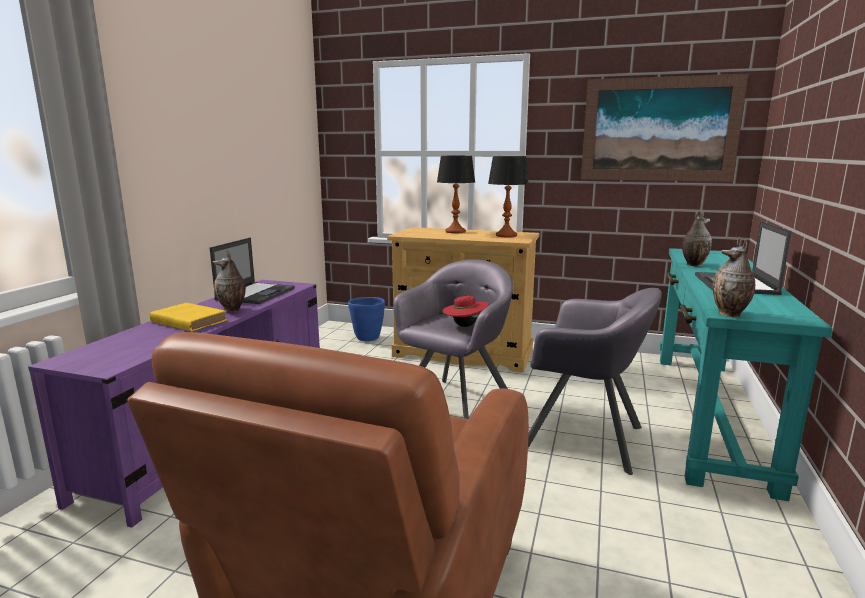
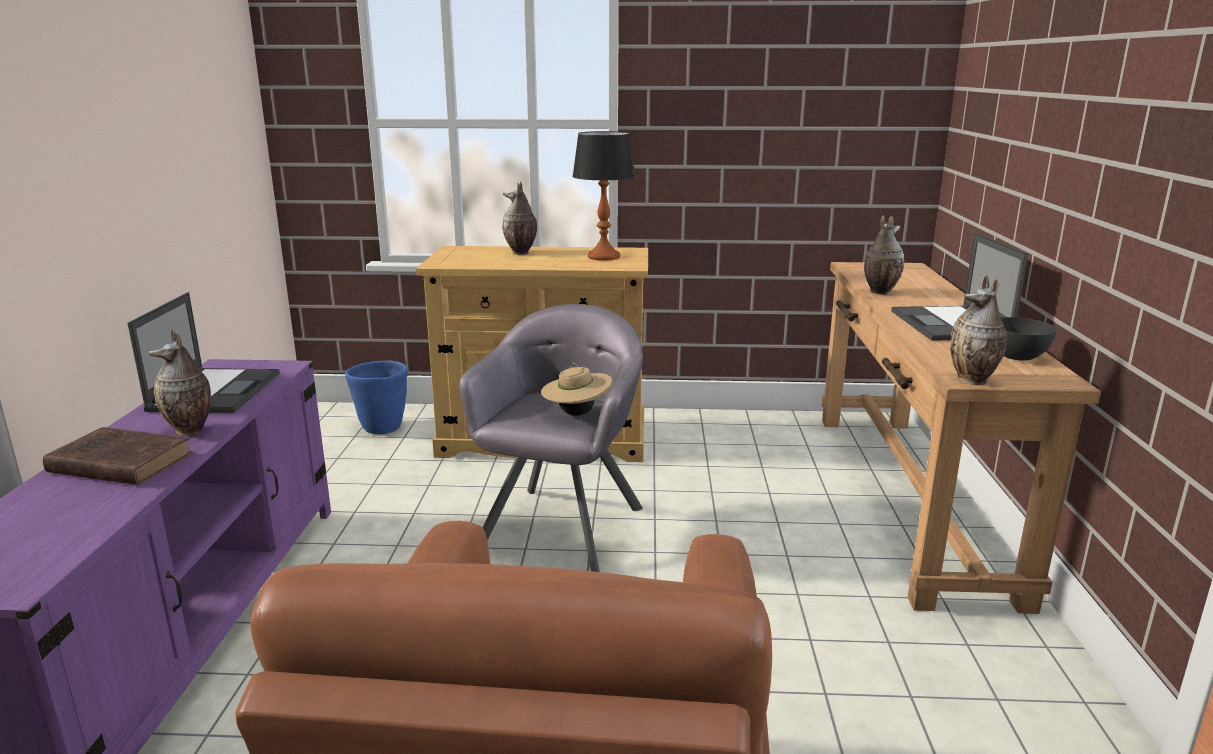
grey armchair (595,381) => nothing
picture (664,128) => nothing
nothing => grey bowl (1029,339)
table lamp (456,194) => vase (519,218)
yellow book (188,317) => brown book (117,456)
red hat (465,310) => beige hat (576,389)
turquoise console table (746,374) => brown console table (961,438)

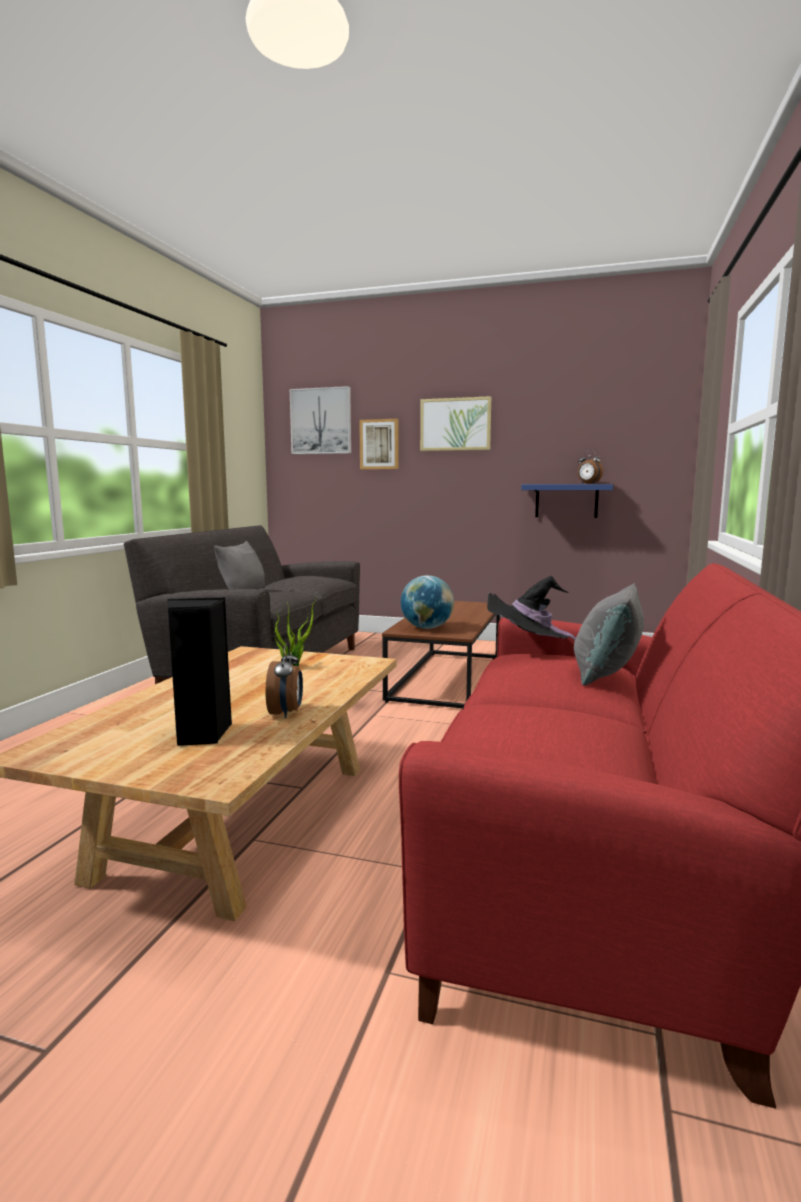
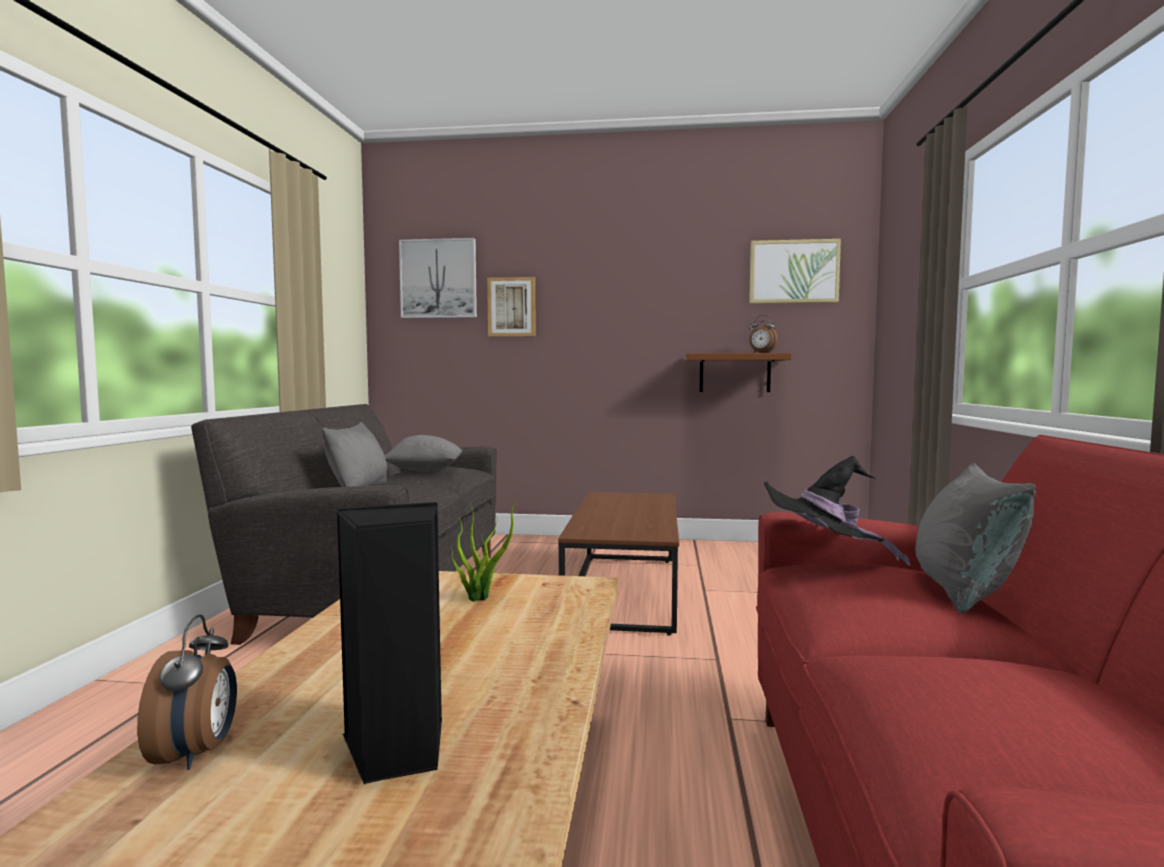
globe (427,602) => nothing
nothing => grey pillow (424,453)
alarm clock (284,680) => alarm clock (187,692), move
picture (455,423) => picture (795,271), move
blue shelf (567,501) => brown shelf (739,372)

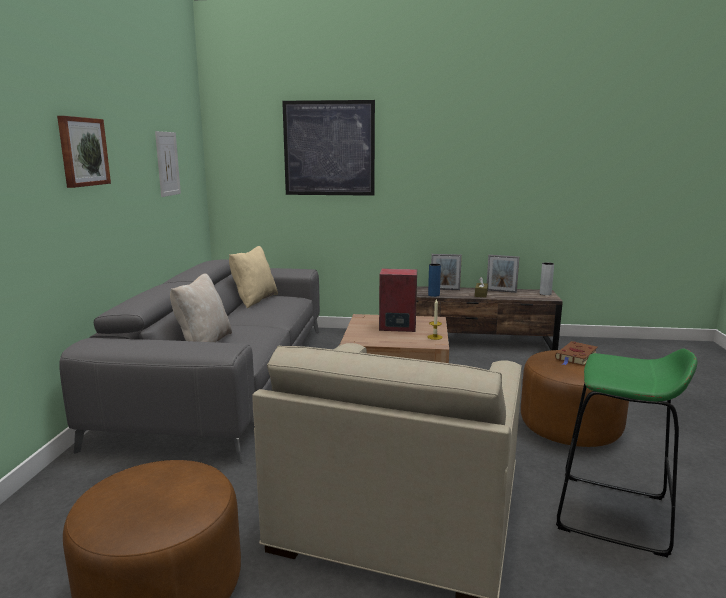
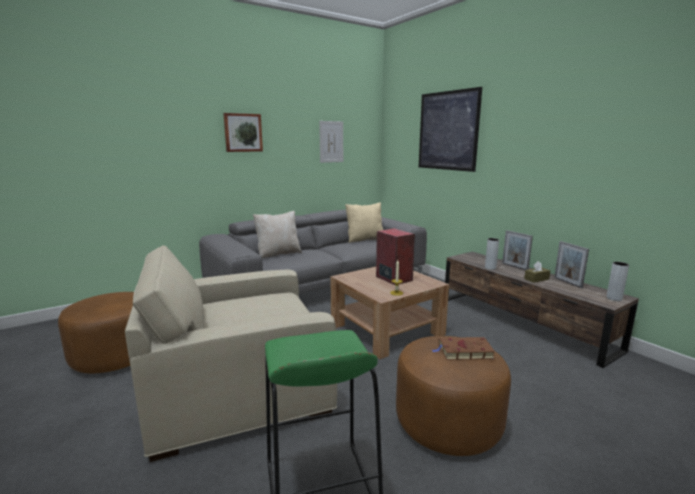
blue vase (434,280) => grey vase (492,254)

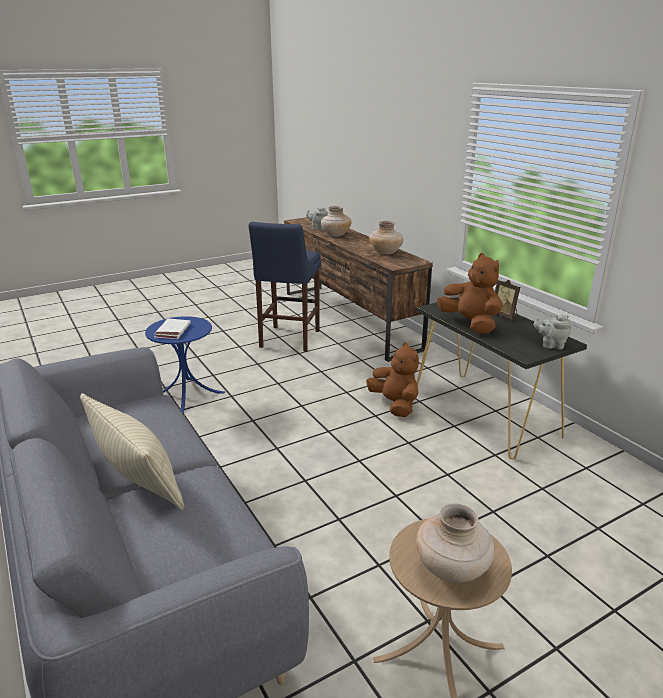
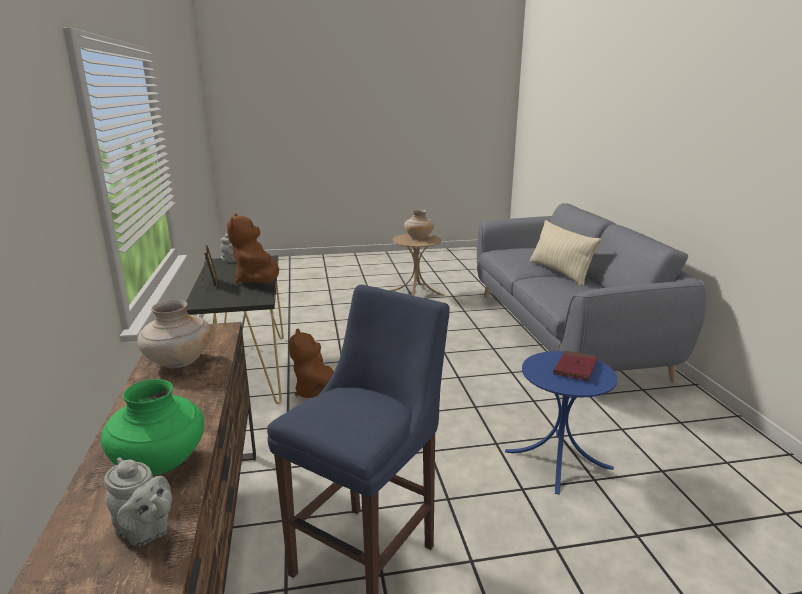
white book (172,328) => red book (575,366)
beige vase (336,221) => green vase (152,427)

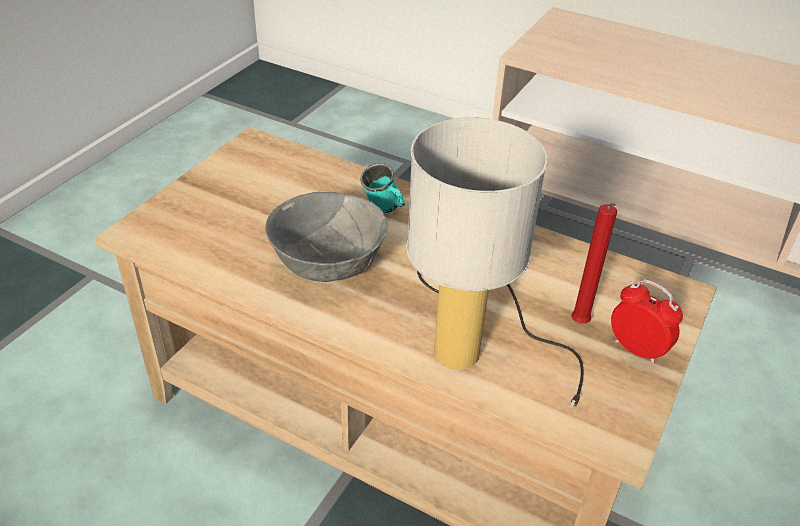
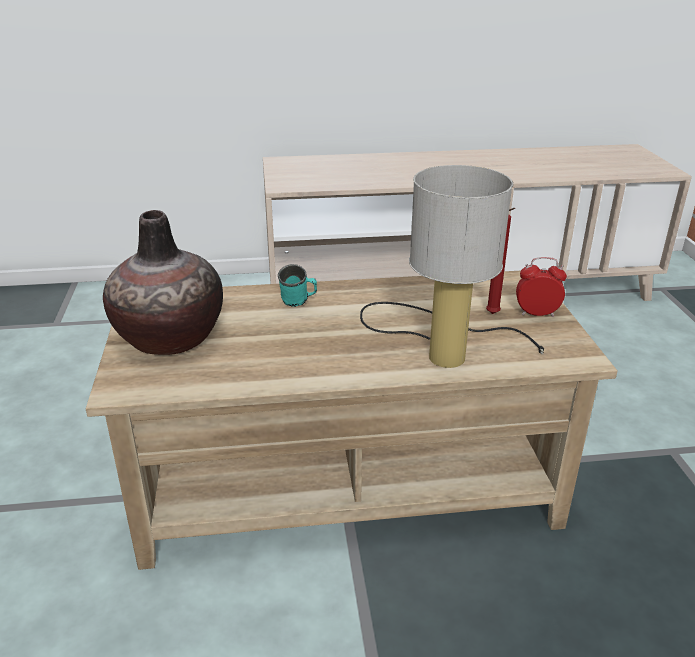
grey bowl (326,237) => nothing
nothing => vase (163,282)

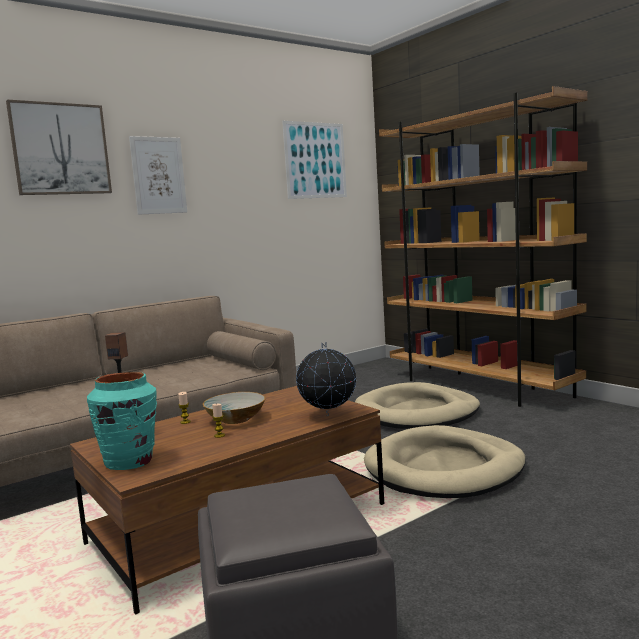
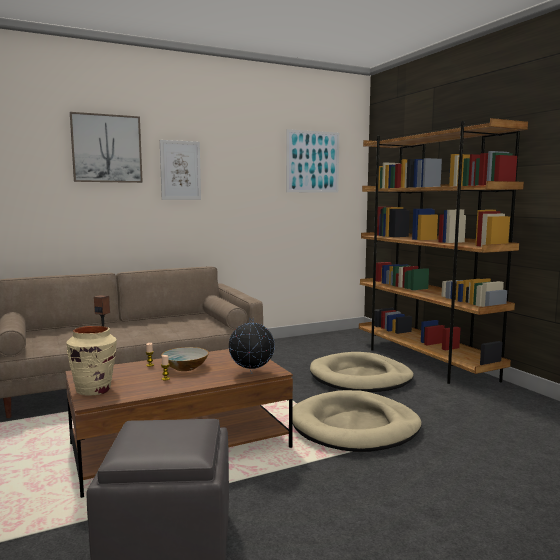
turquoise vase (122,421) => beige vase (91,360)

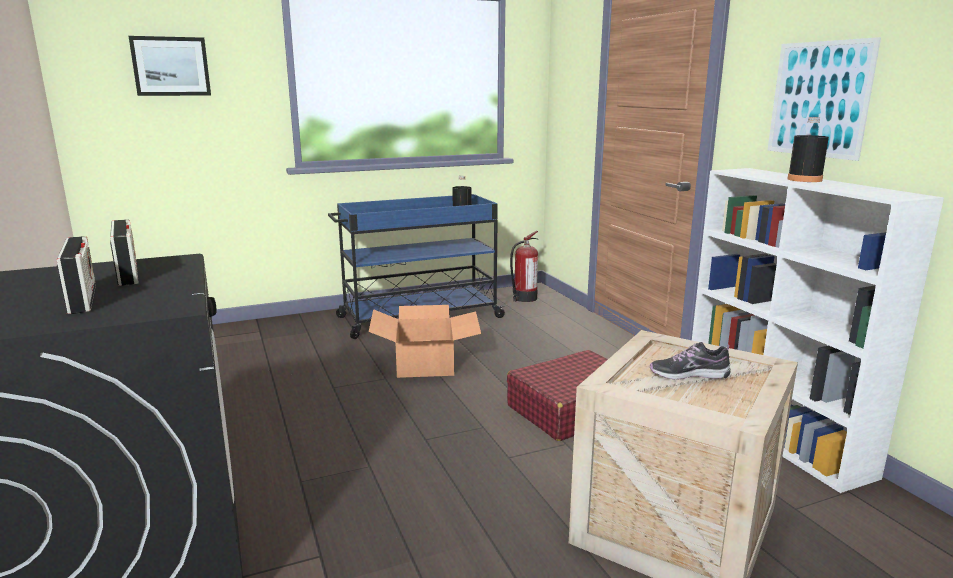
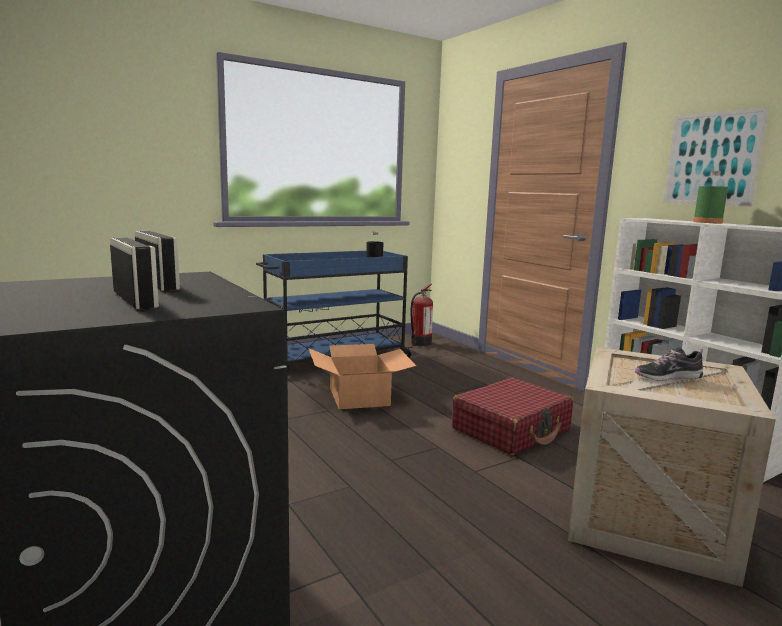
picture (170,66) => nothing
black bottle (808,149) => green bottle (710,197)

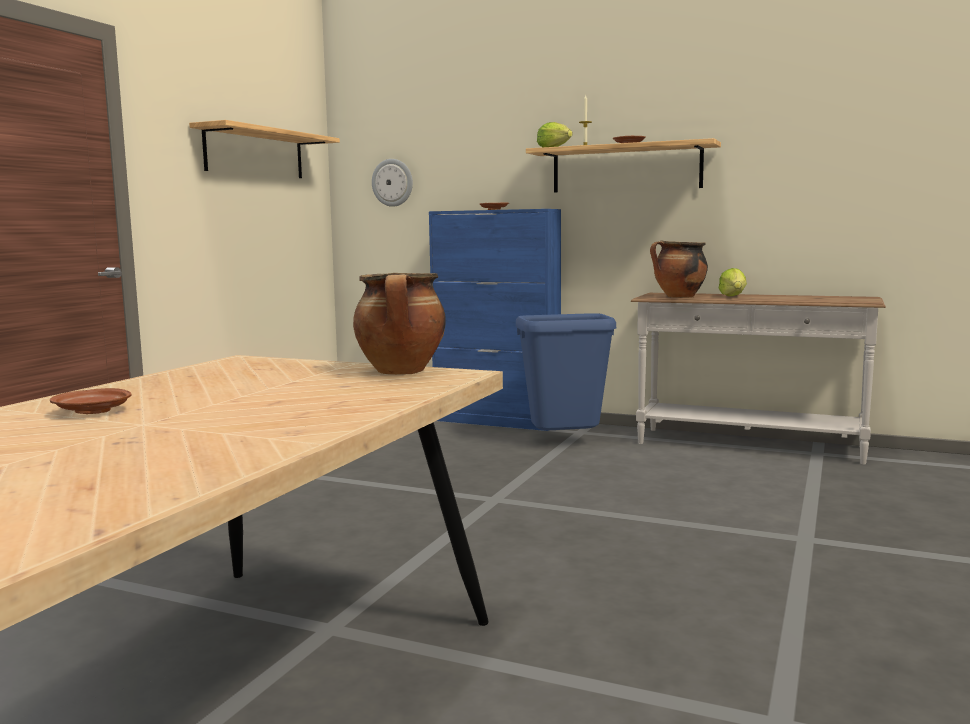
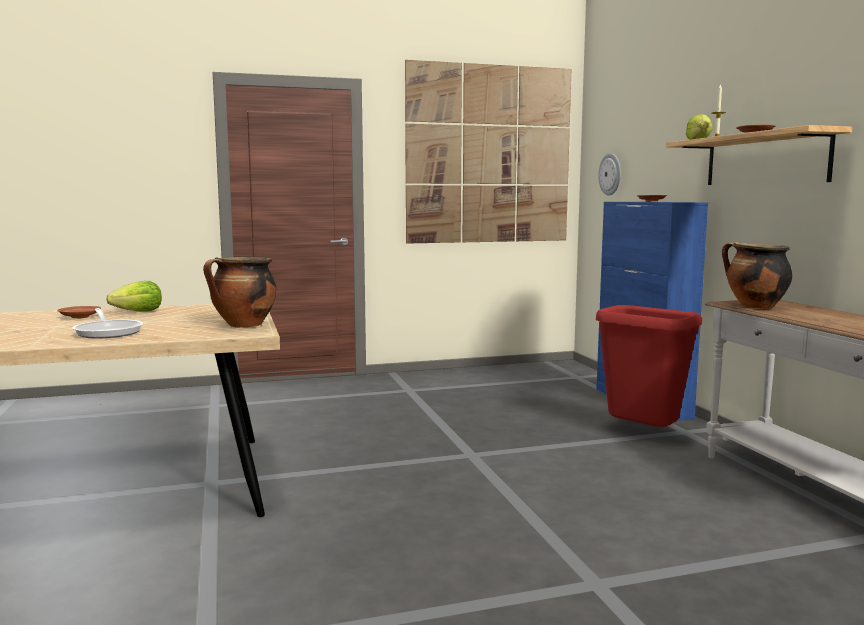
nothing => frying pan (108,323)
lettuce (733,282) => lettuce (134,296), move
shelf (264,149) => picture (488,152)
blue trash can (566,371) => red trash can (649,366)

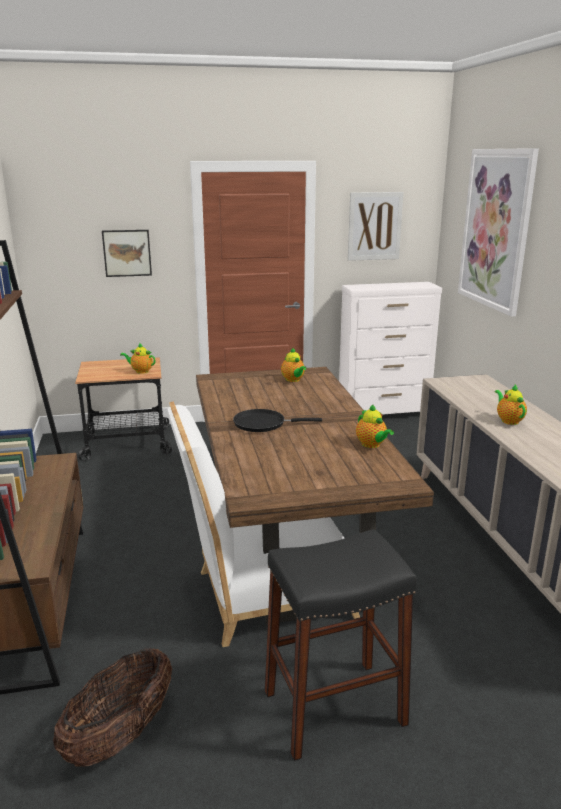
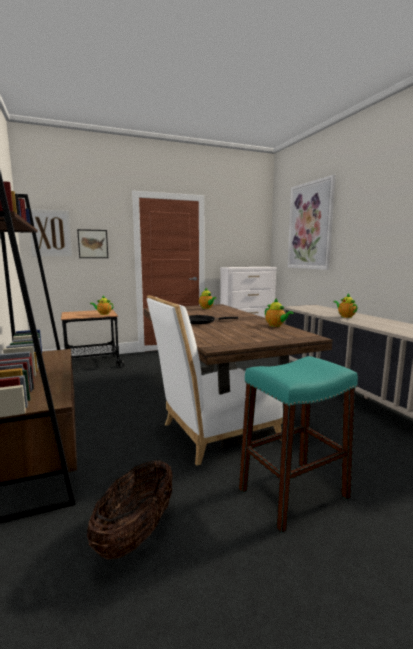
picture (375,226) => picture (51,232), move
black stool (341,645) => turquoise stool (298,444)

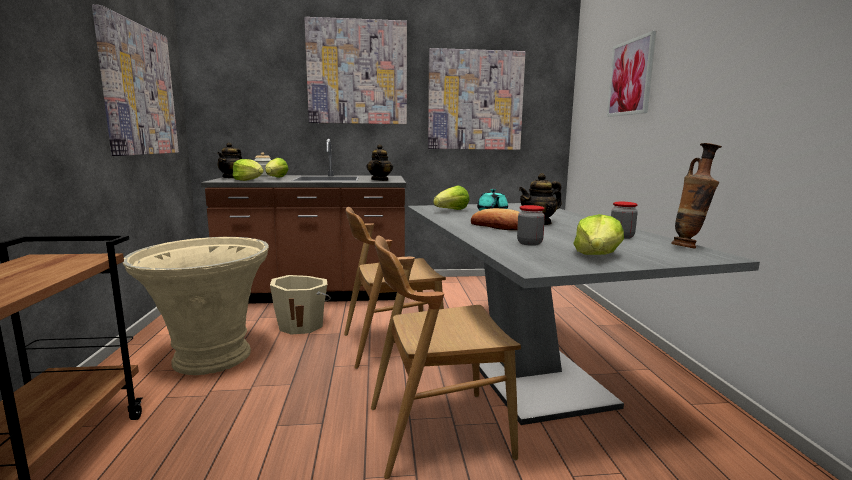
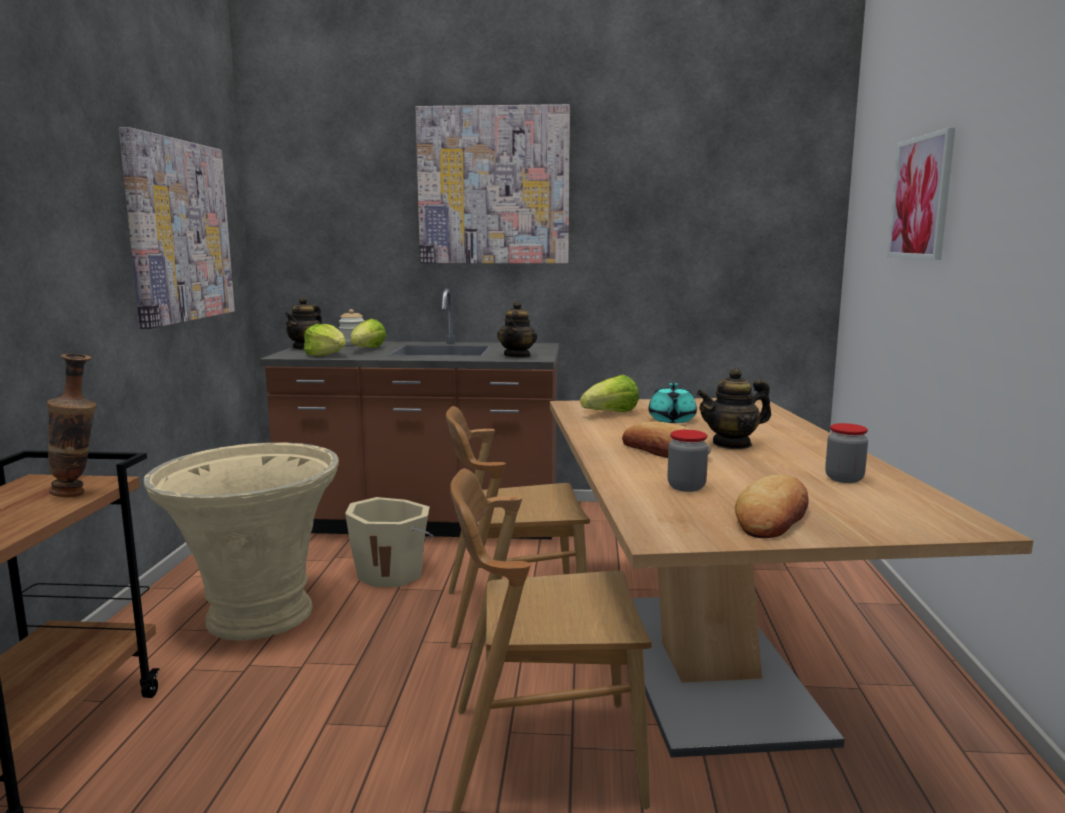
picture (477,99) => nothing
vase (696,195) => vase (72,425), move
lettuce (599,234) => bread (771,506)
grey dining table (583,314) => brown dining table (791,578)

